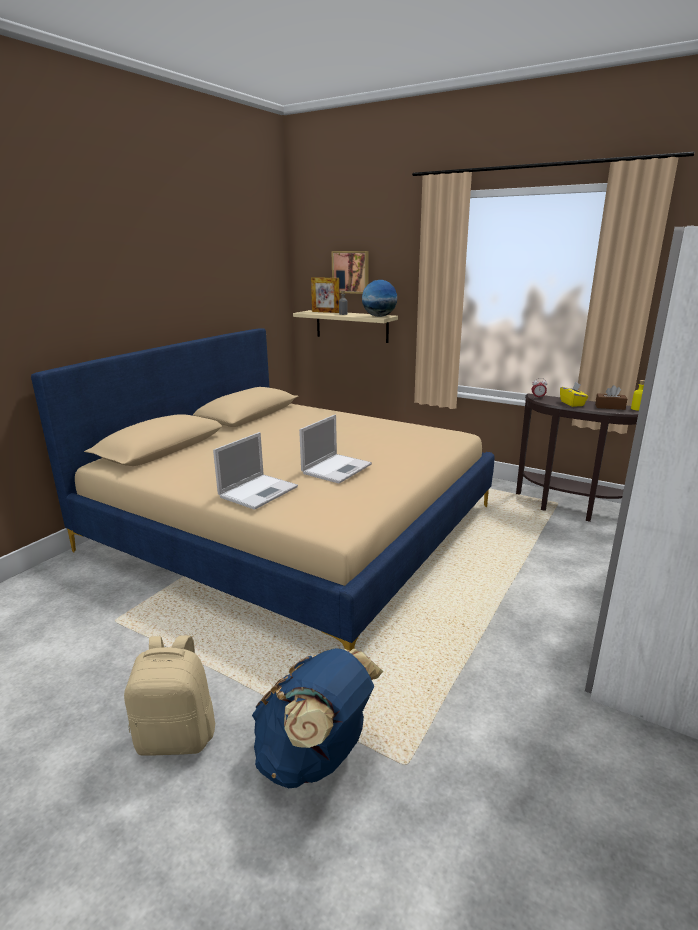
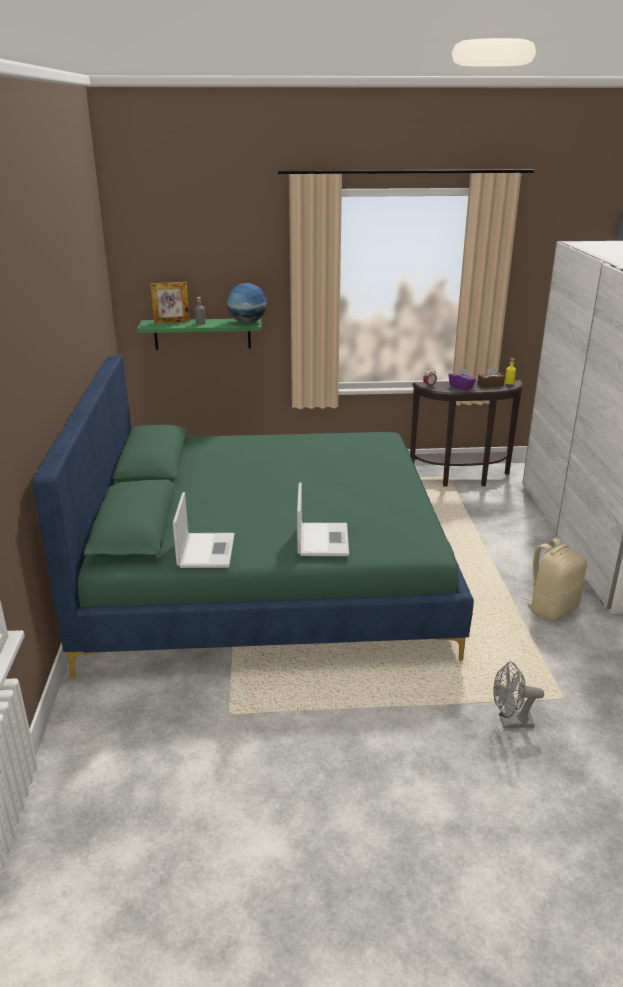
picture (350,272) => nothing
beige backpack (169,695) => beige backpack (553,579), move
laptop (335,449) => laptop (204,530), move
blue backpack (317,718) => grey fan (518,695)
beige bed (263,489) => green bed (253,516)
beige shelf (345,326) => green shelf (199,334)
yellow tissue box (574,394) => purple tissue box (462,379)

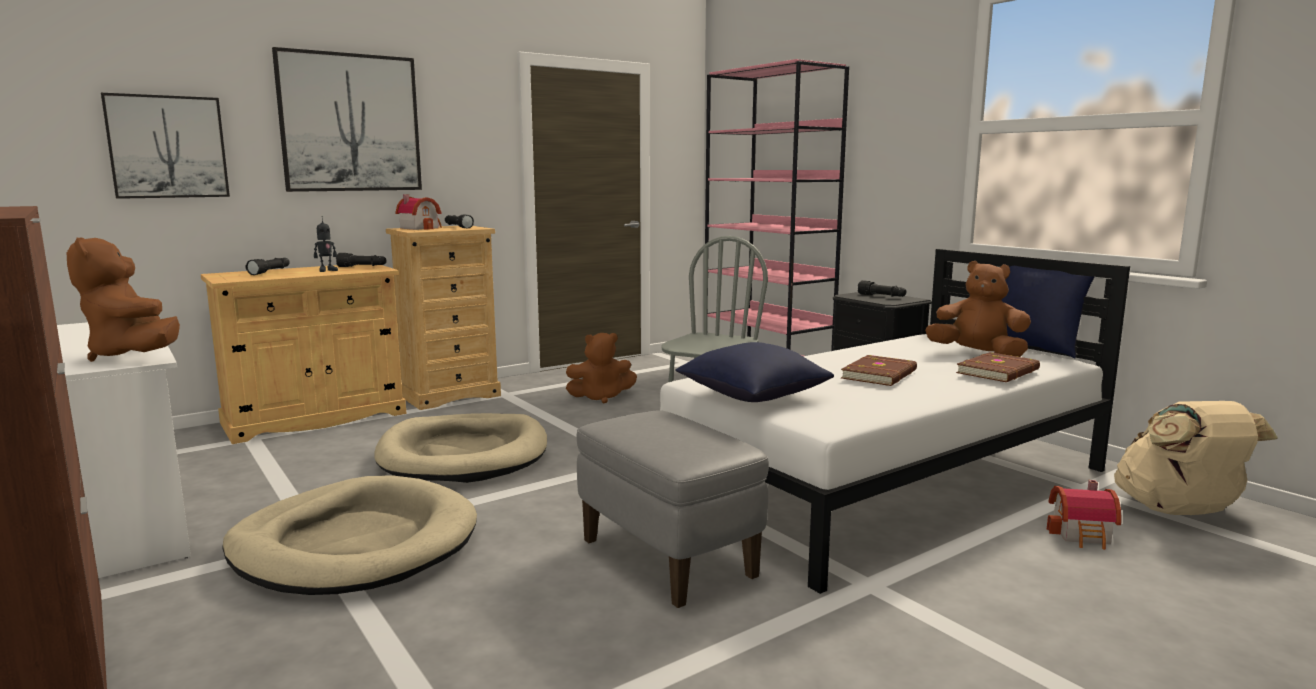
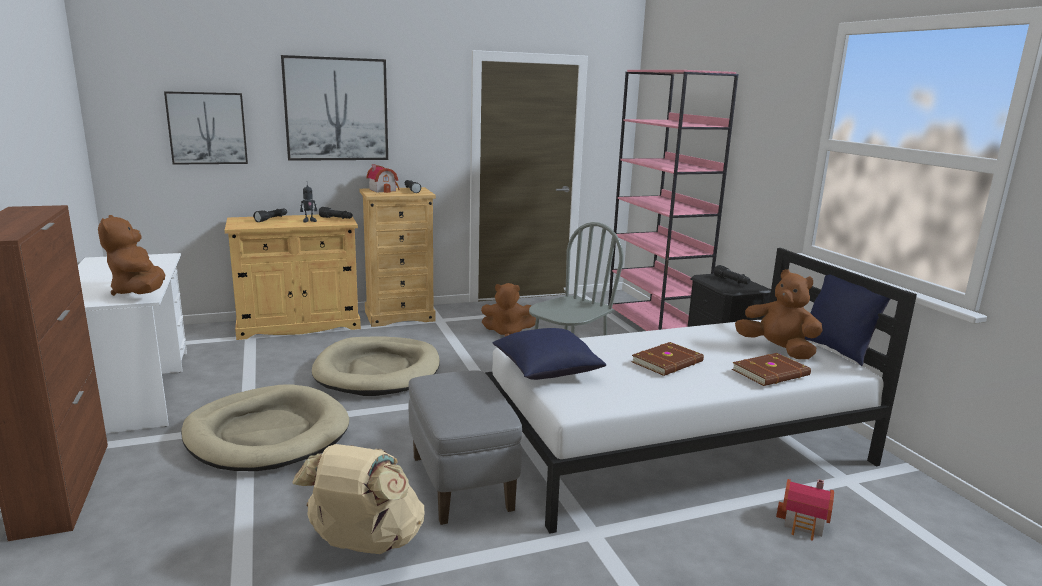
beige backpack (1196,458) => beige backpack (358,499), move

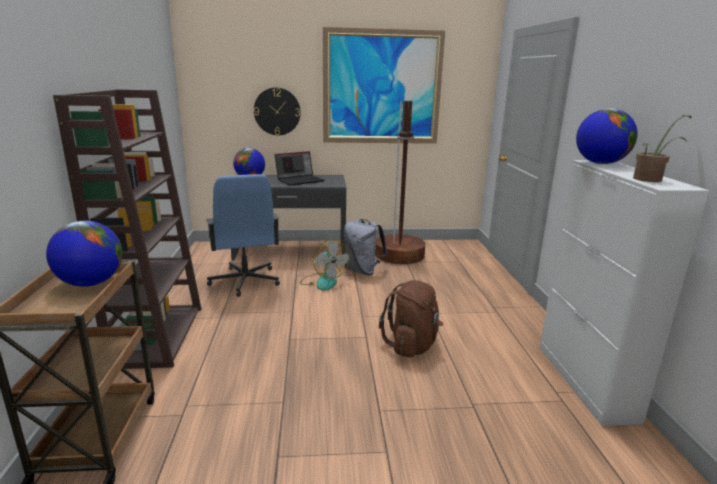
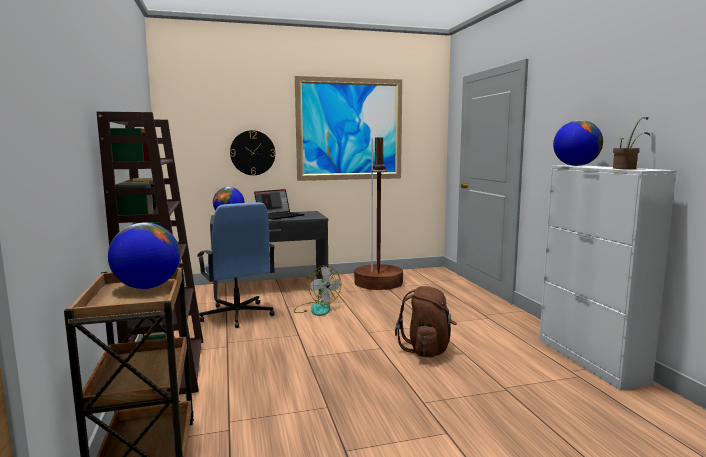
grey backpack (365,247) => nothing

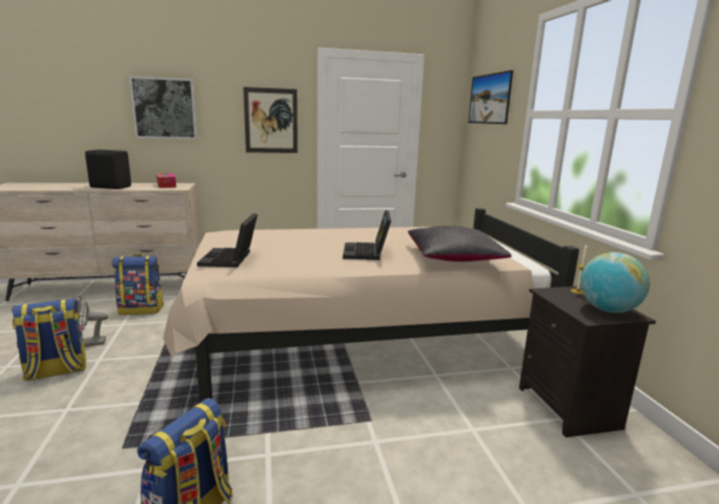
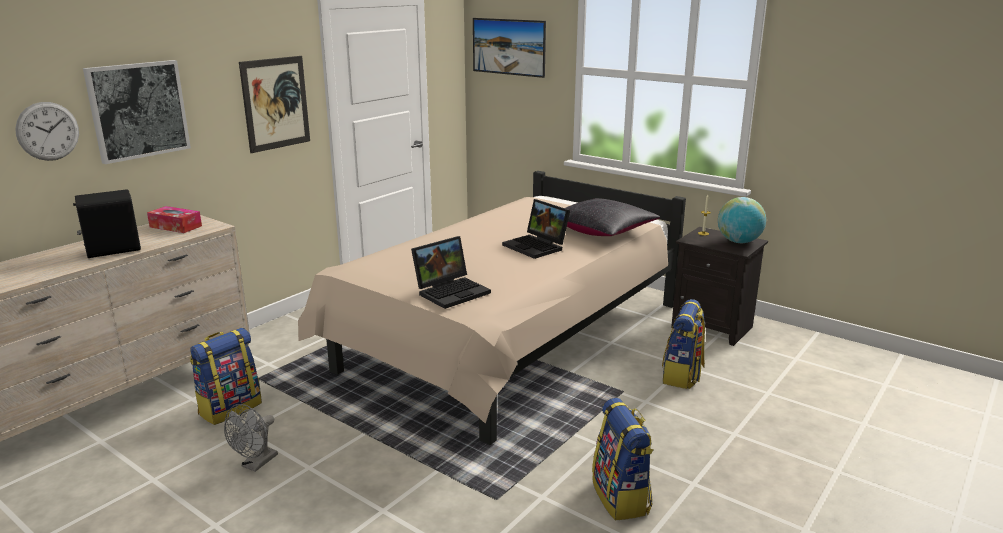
nothing => wall clock (47,131)
backpack (49,340) => backpack (683,344), move
laptop (227,240) => laptop (451,272), 90 degrees counterclockwise

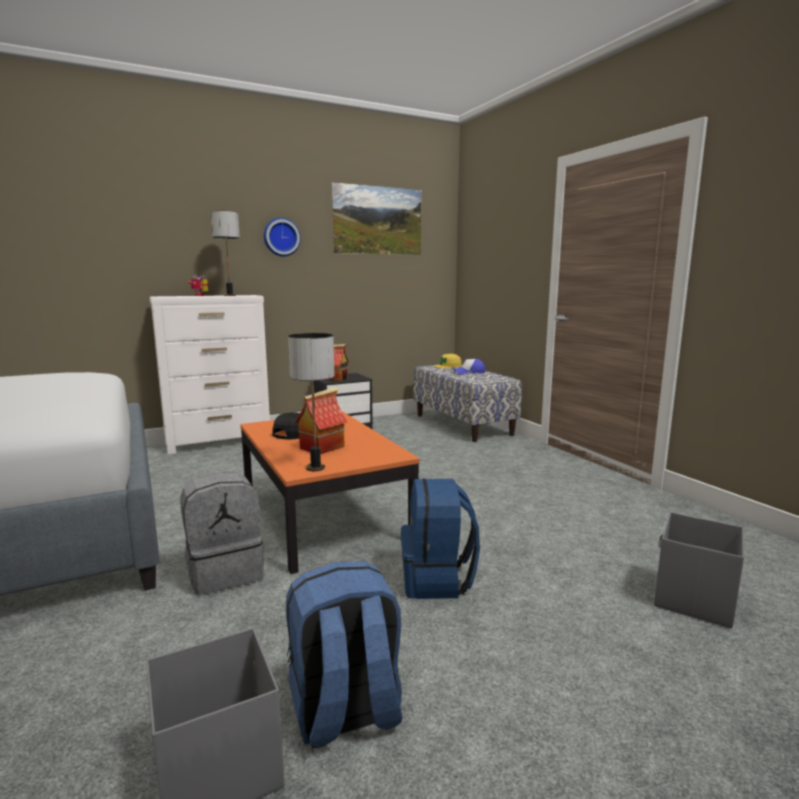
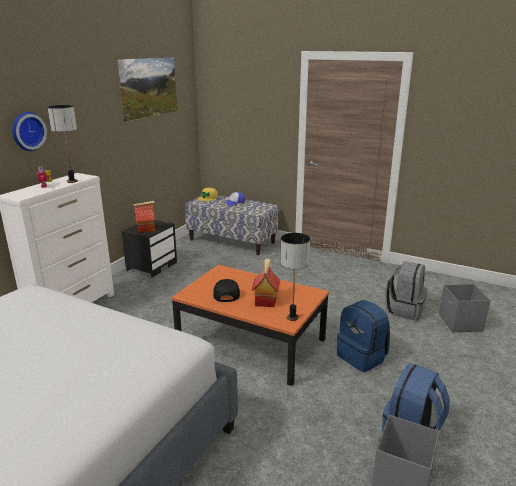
grey backpack (222,534) => grey backpack (406,291), move
wall clock (282,237) => wall clock (29,131), move

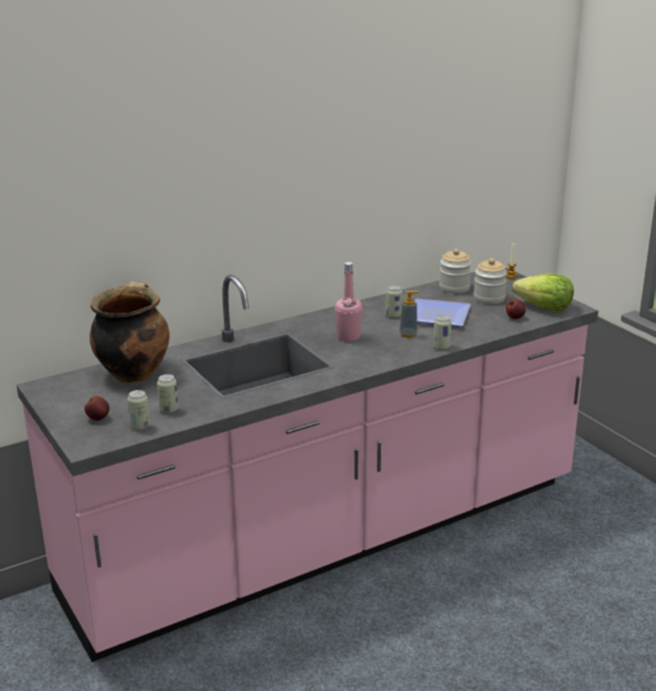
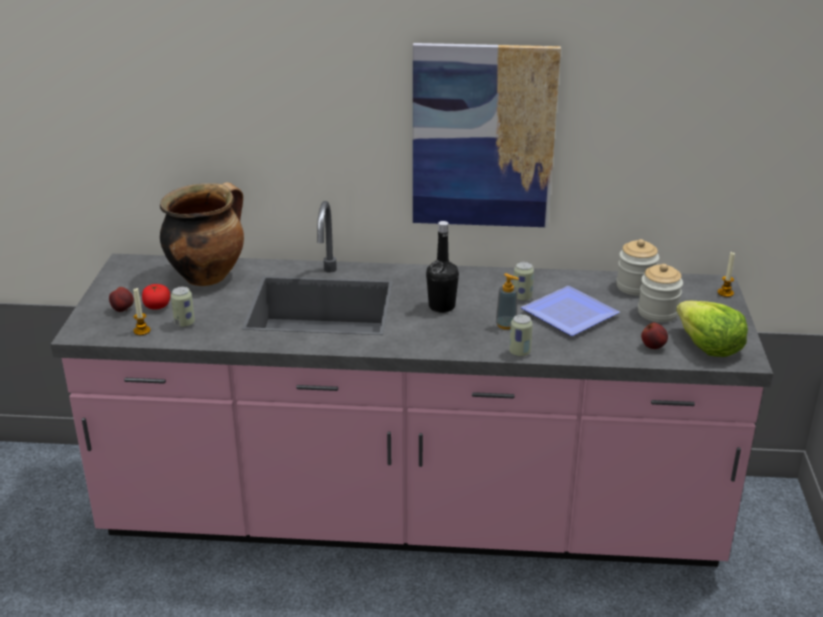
nothing => tomato (156,297)
nothing => picture (487,135)
can (138,410) => candle (142,311)
pink bottle (349,302) => black bottle (442,267)

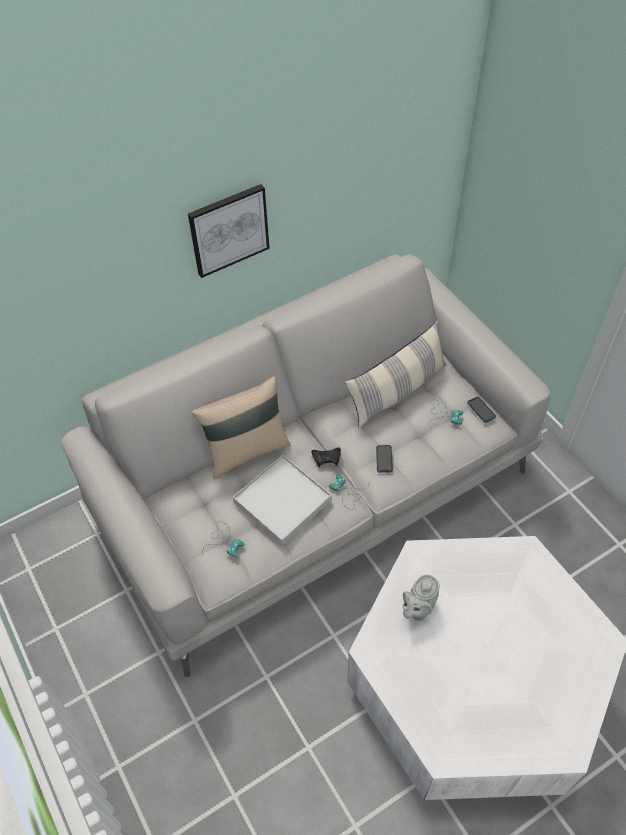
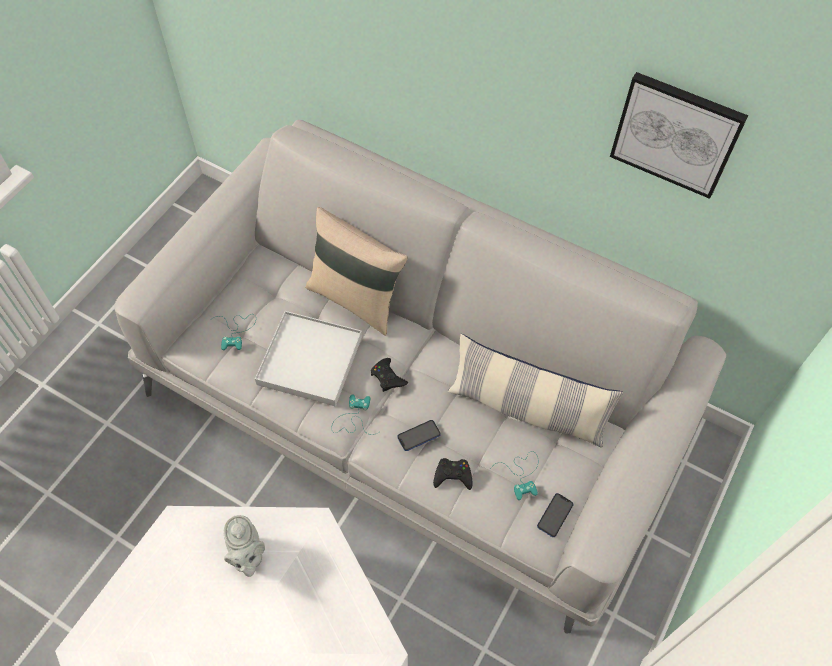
nothing => black game controller (453,474)
picture (228,231) => picture (679,135), move
grey teapot (421,597) => grey teapot (244,546), 120 degrees counterclockwise

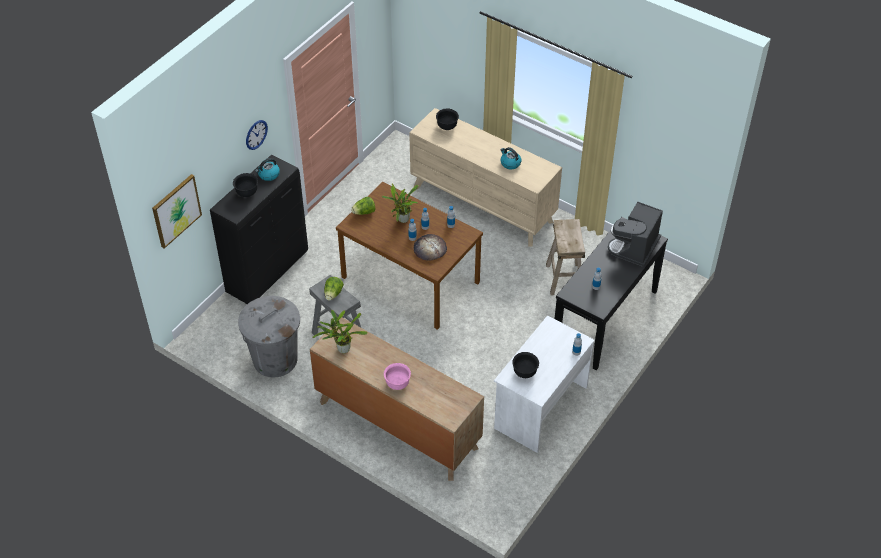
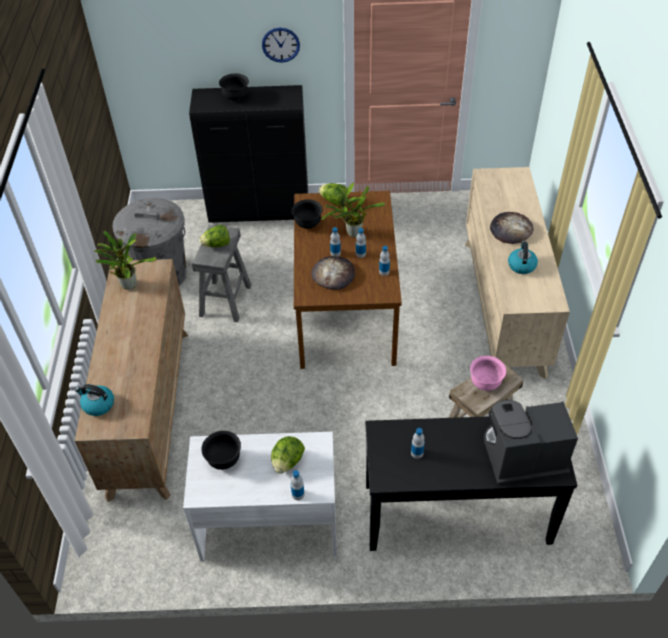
picture (177,211) => nothing
nothing => lettuce (288,455)
nothing => bread (511,228)
kettle (267,169) => kettle (94,400), move
pink bowl (397,376) => pink bowl (488,373), move
black bowl (447,119) => black bowl (307,214), move

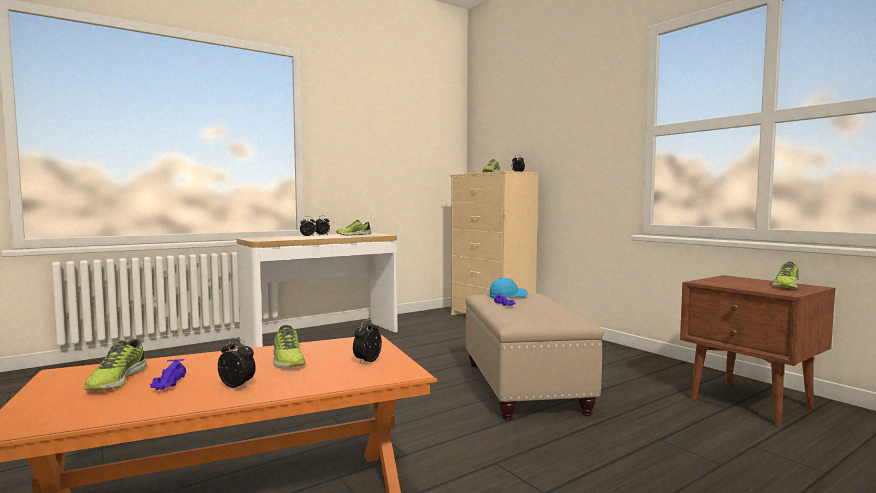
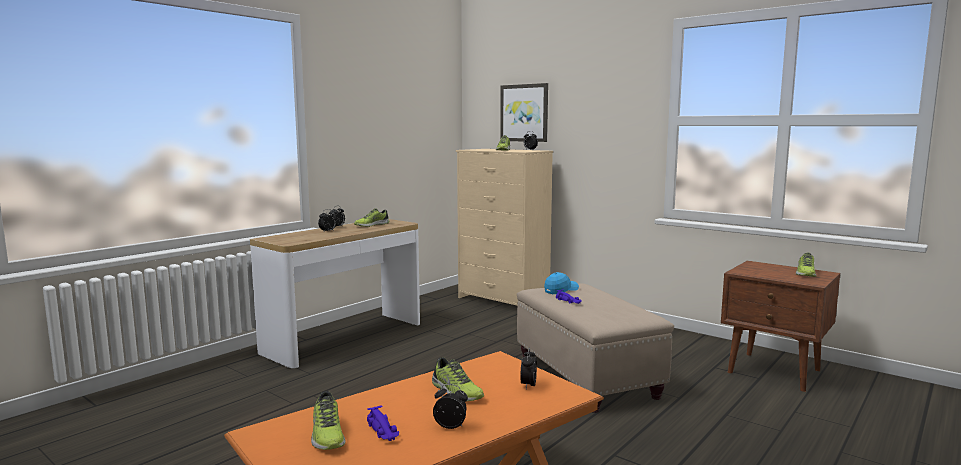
nothing => picture (524,112)

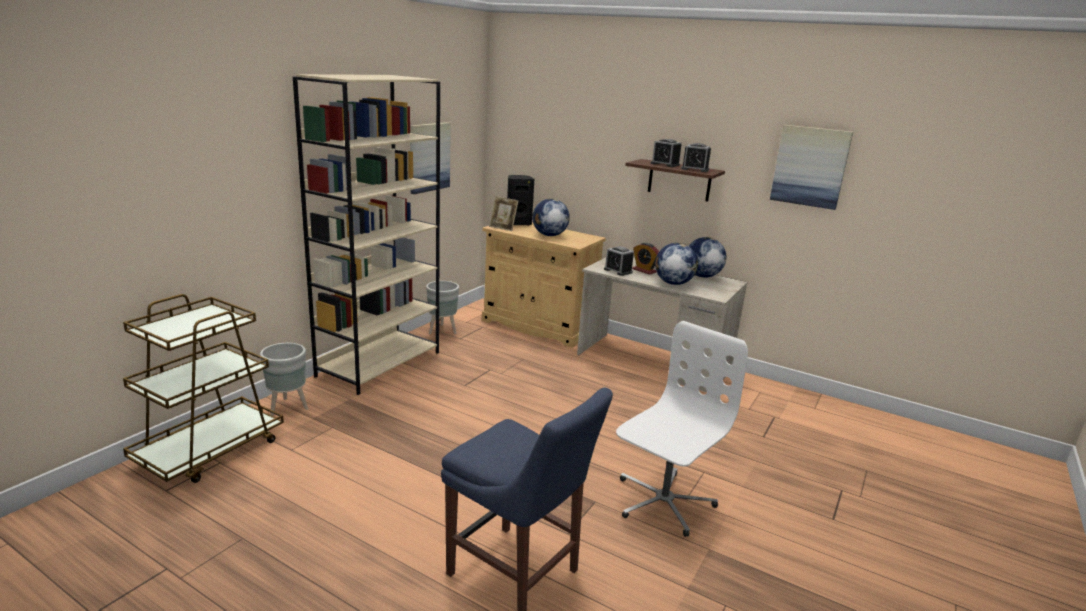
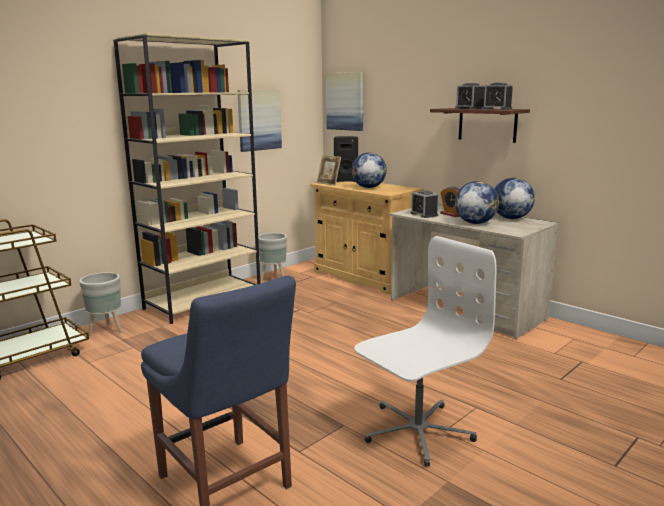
picture (811,167) => picture (344,101), move

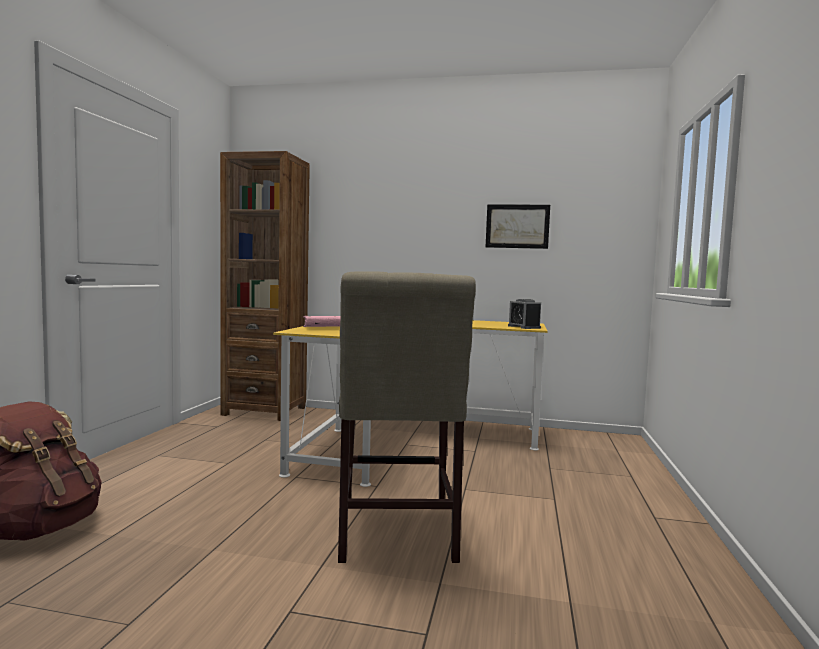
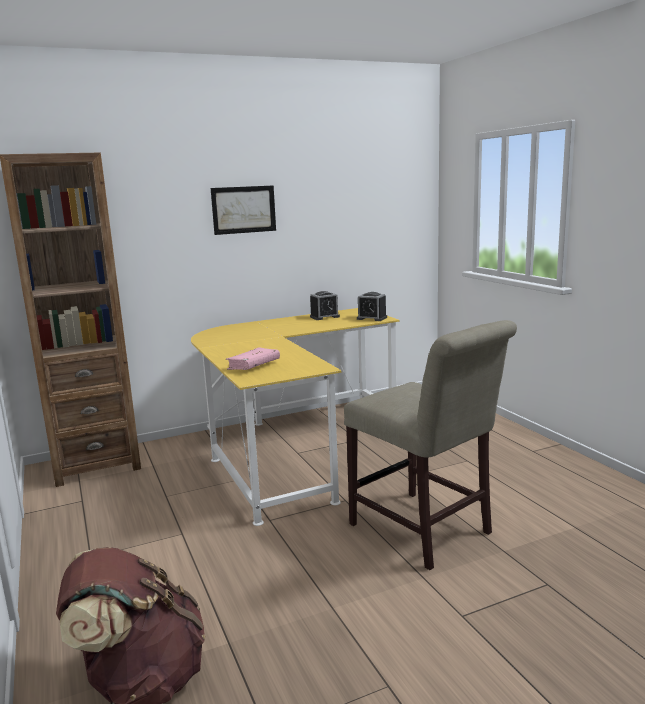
nothing => alarm clock (325,305)
picture (518,226) => picture (243,210), move

